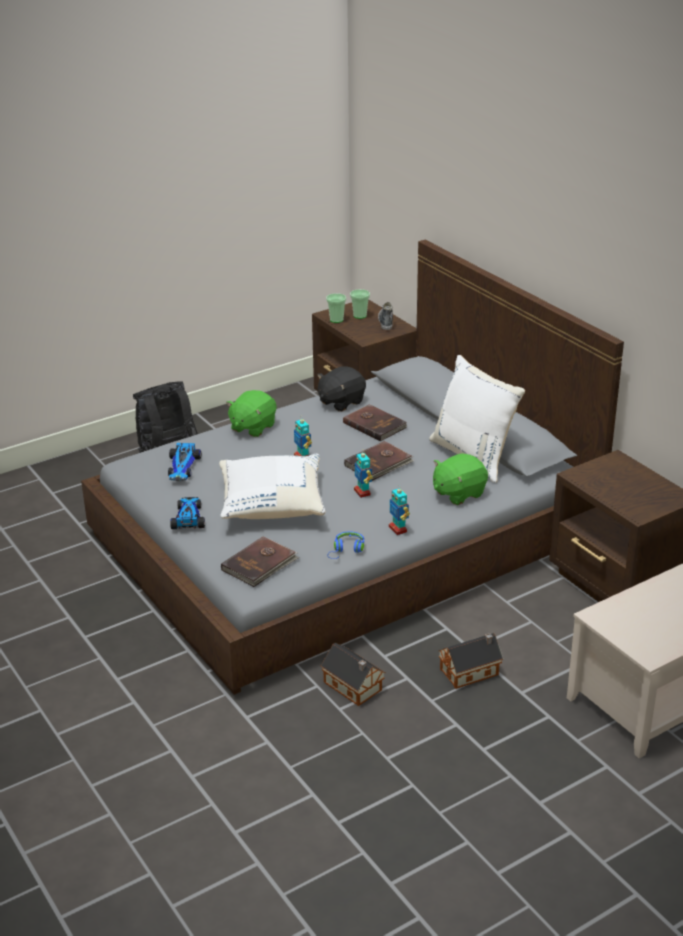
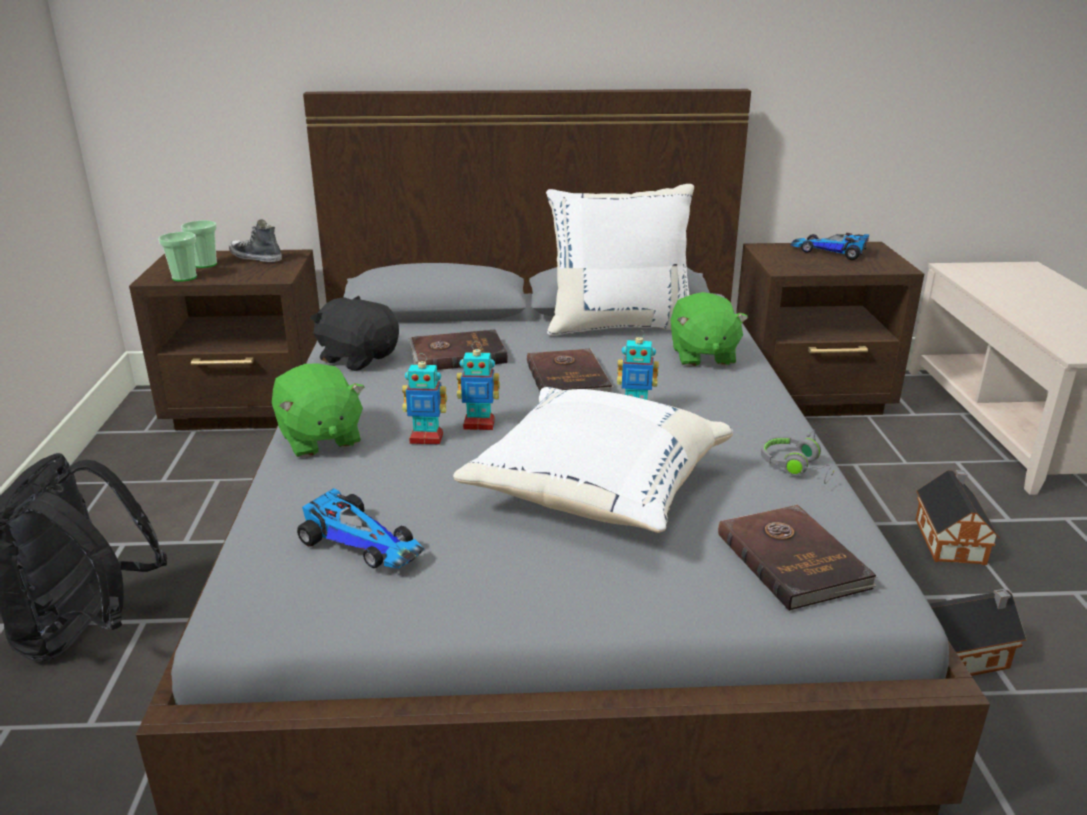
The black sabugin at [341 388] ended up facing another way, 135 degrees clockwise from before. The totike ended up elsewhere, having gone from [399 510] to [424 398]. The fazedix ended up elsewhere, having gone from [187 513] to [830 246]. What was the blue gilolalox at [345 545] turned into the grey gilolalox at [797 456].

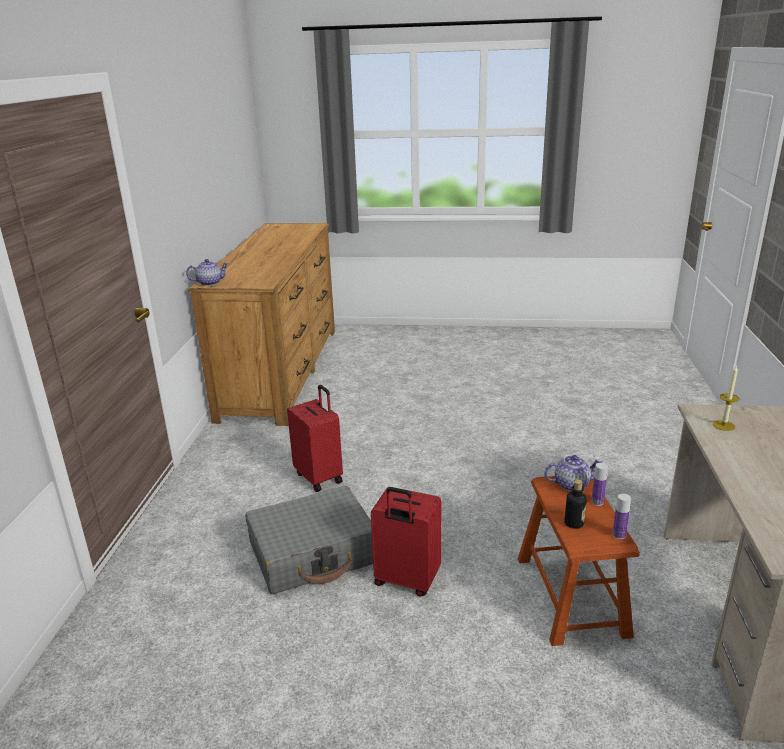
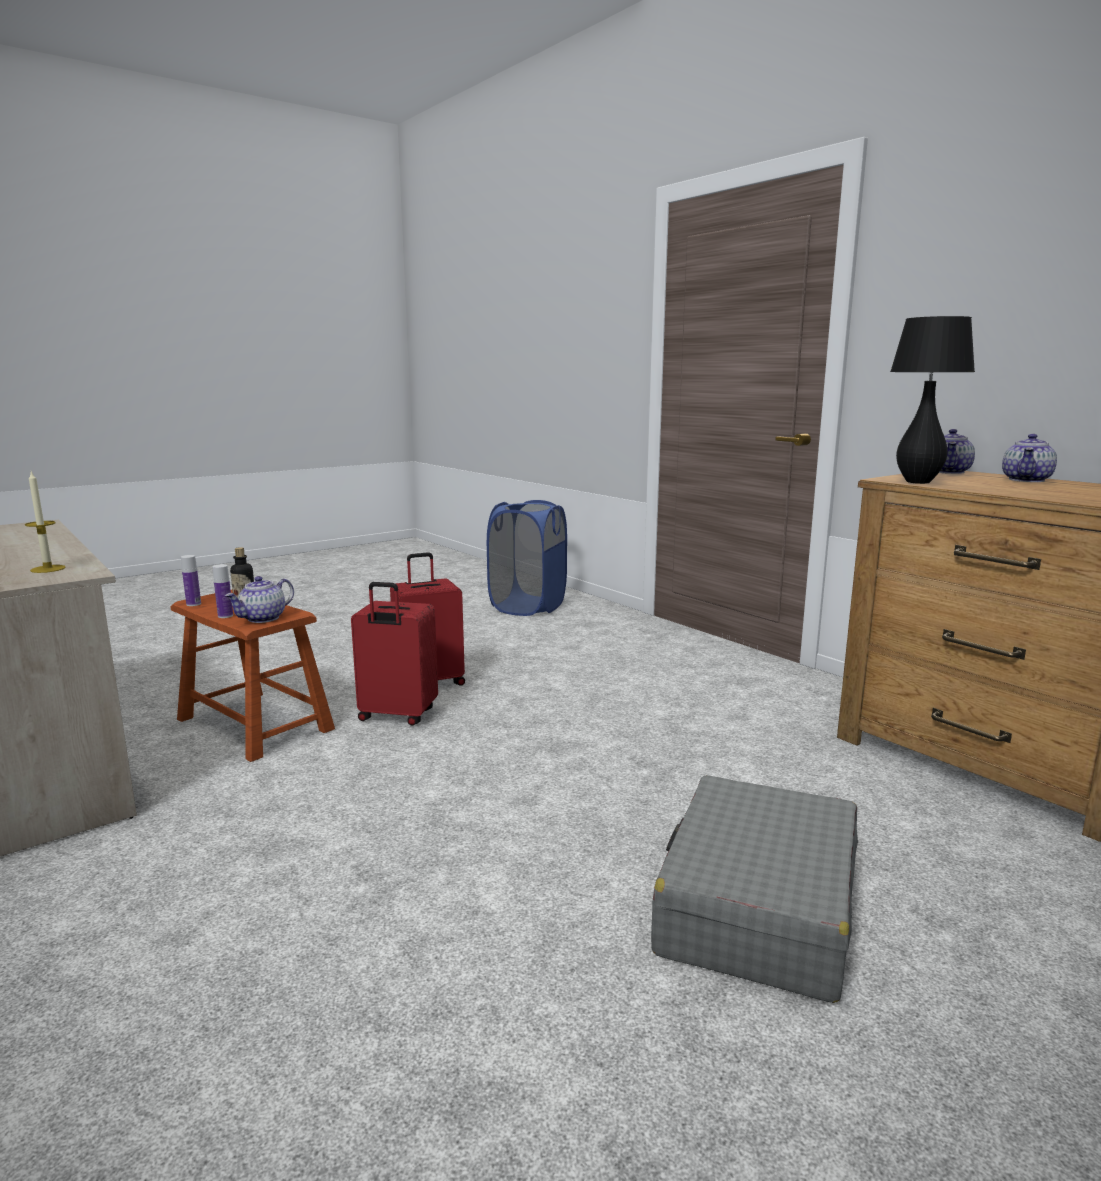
The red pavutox ended up elsewhere, having gone from [315 438] to [394 654]. The grey pavutox ended up elsewhere, having gone from [309 540] to [754 889]. The second view gained the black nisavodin at [932 400]. The second view gained the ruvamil at [1029 458]. The second view gained the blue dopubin at [527 558].

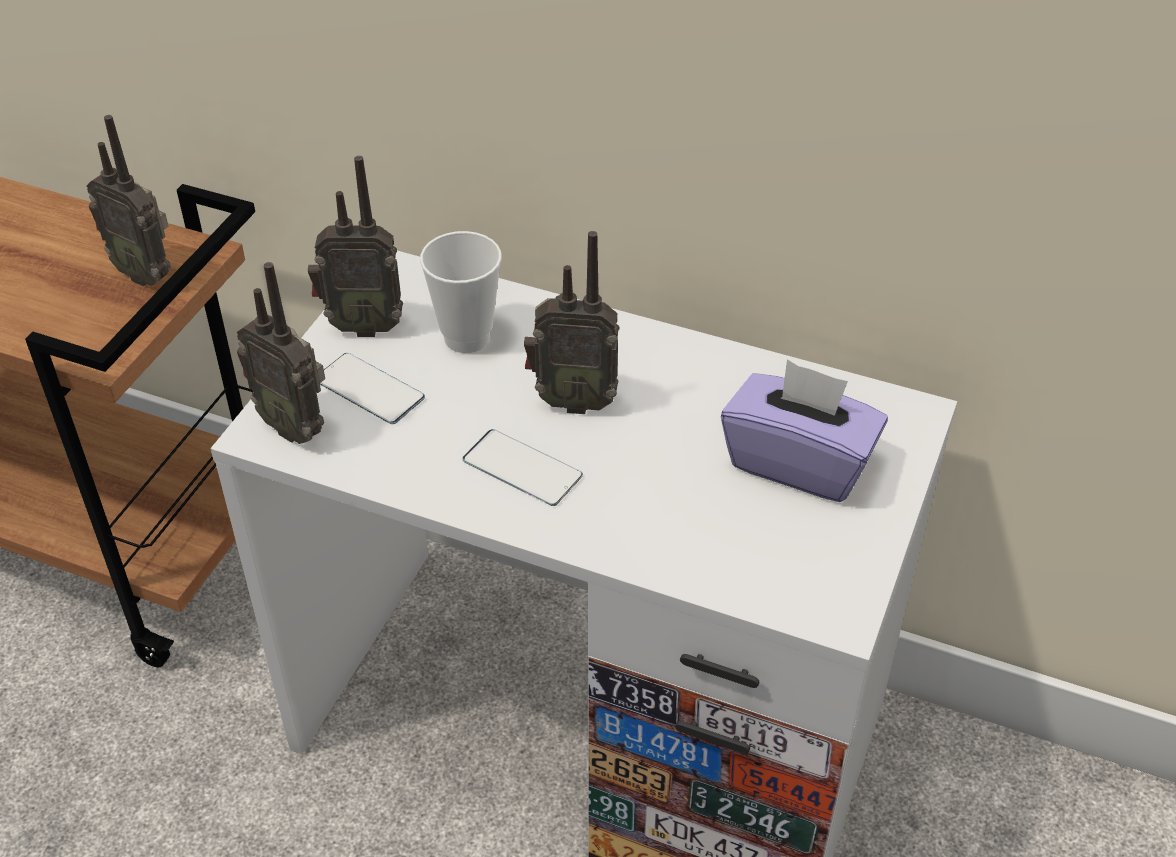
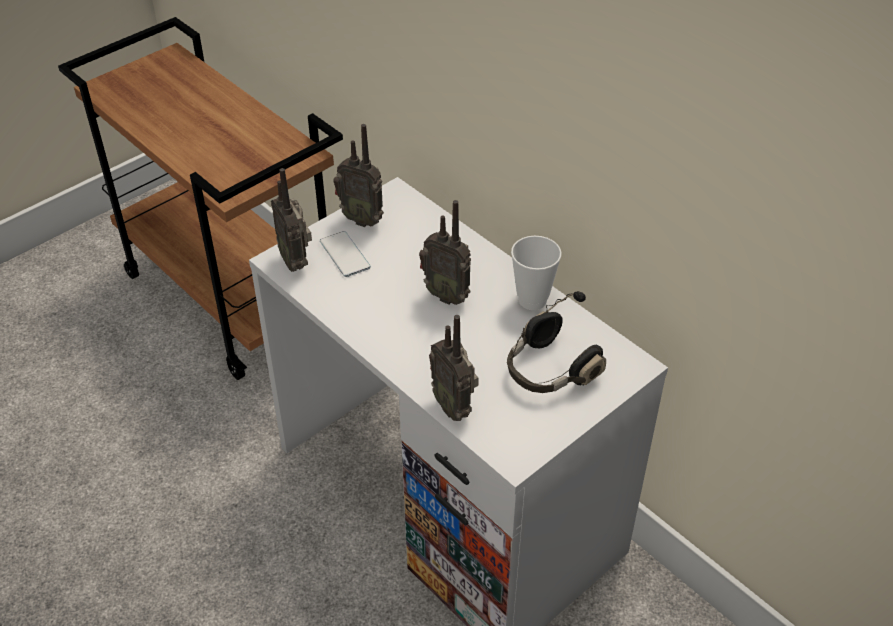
The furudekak ended up elsewhere, having gone from [129 201] to [454 368]. The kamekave ended up elsewhere, having gone from [461 292] to [536 273]. Where the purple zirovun stood at [804 430], the black gilolalox came to stand at [556 342]. The second view lost the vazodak at [522 467].

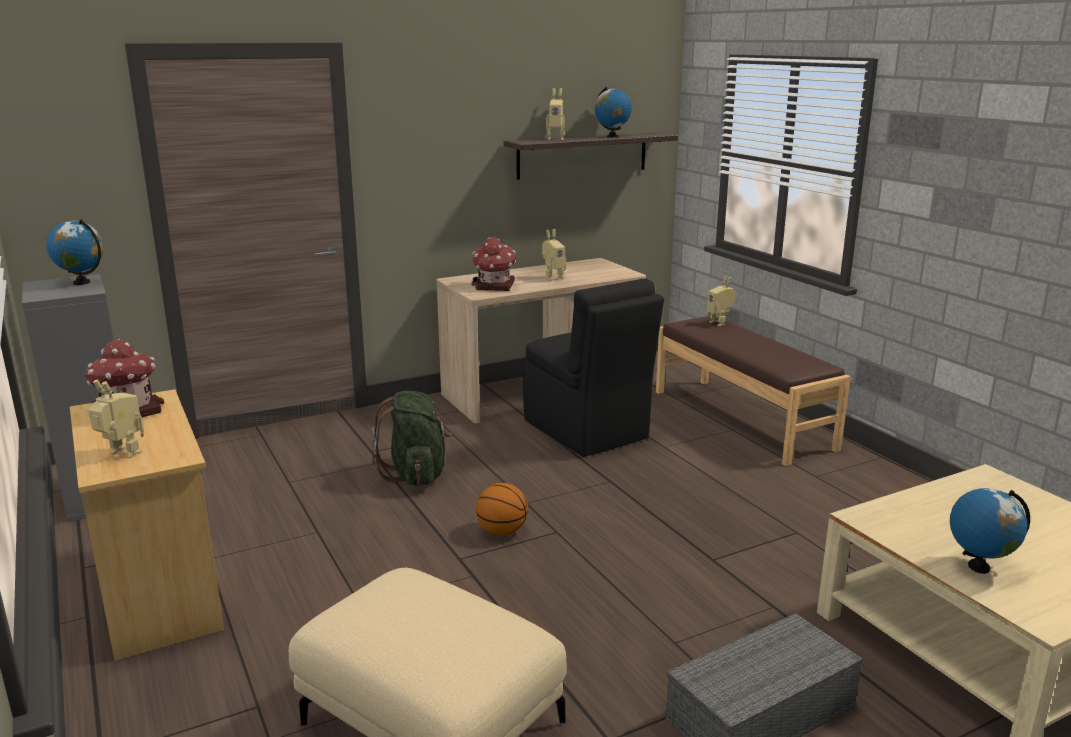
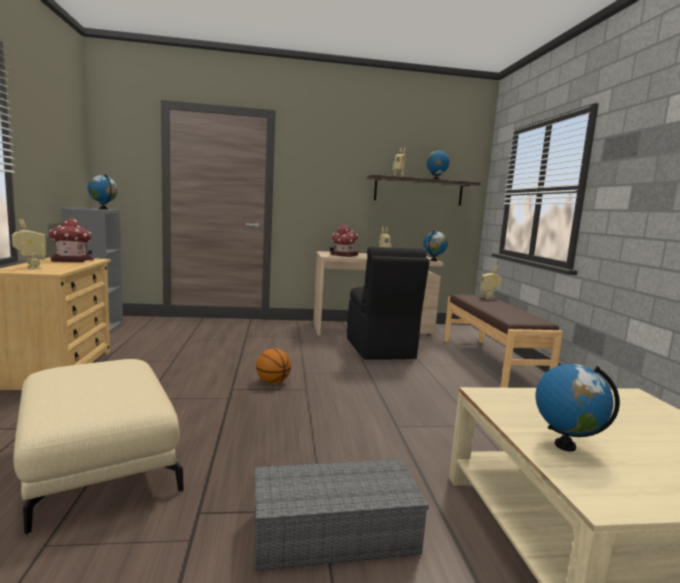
The second view lost the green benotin at [412 438]. The second view gained the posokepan at [436 245].

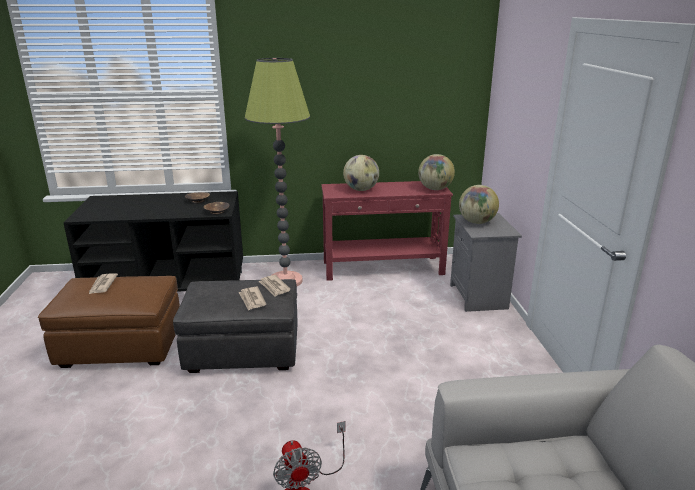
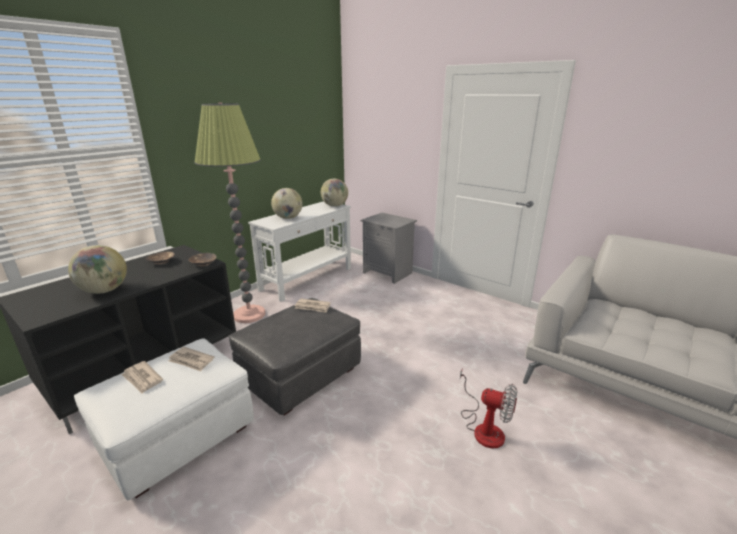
What was the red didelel at [387 231] turned into the white didelel at [299 251]. The posokepan ended up elsewhere, having gone from [479 204] to [97 269]. What was the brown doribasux at [109 322] turned into the white doribasux at [164 419]. The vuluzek ended up elsewhere, having gone from [252 299] to [191 359].

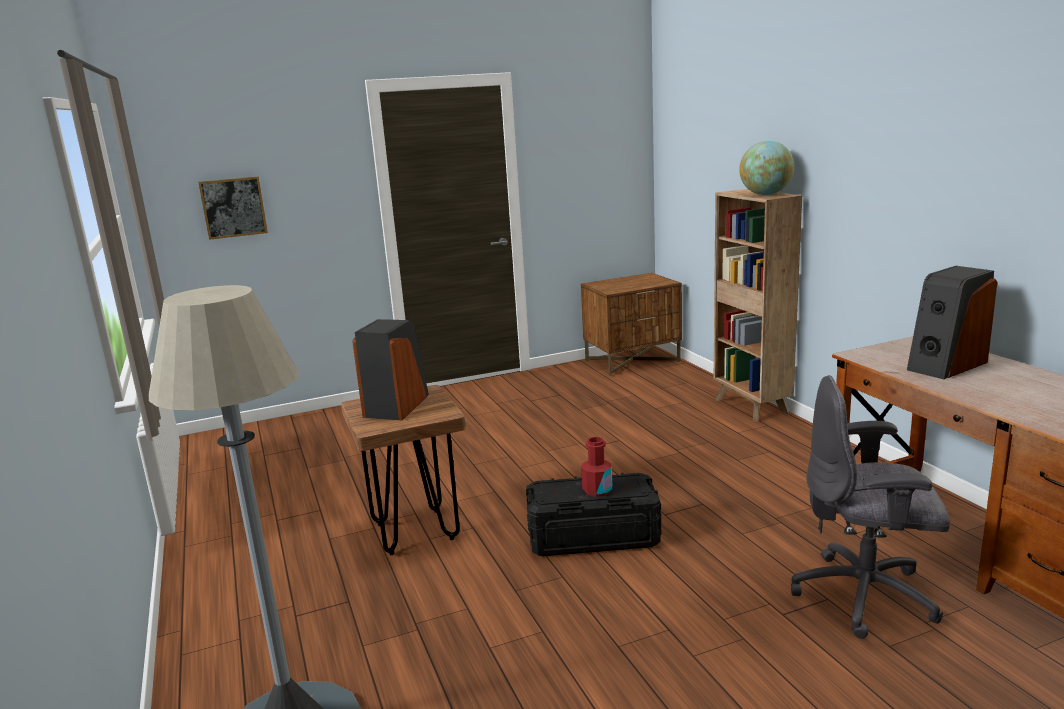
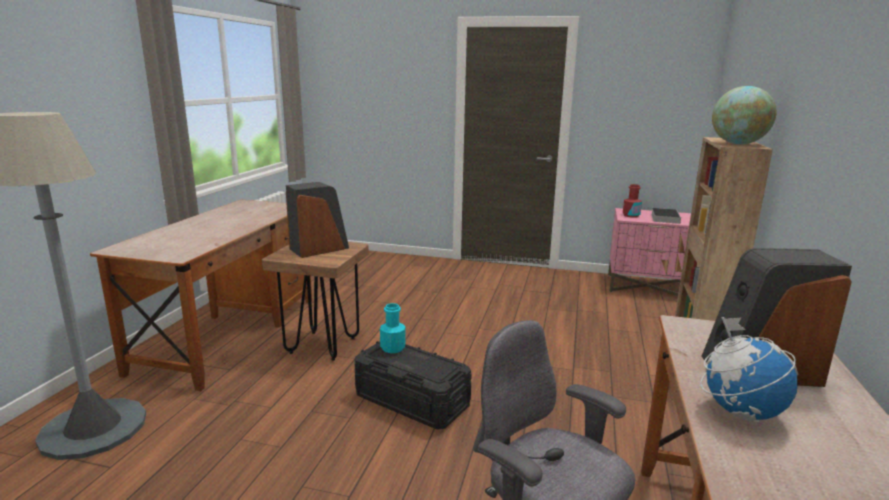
The second view lost the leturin at [233 208]. What was the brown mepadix at [631 324] turned into the pink mepadix at [649 252]. The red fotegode ended up elsewhere, having gone from [596 467] to [632 201]. The second view gained the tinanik at [201 295]. The second view gained the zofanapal at [666 216]. The second view gained the turquoise fotegode at [393 328]. The second view gained the posokepan at [749 369].

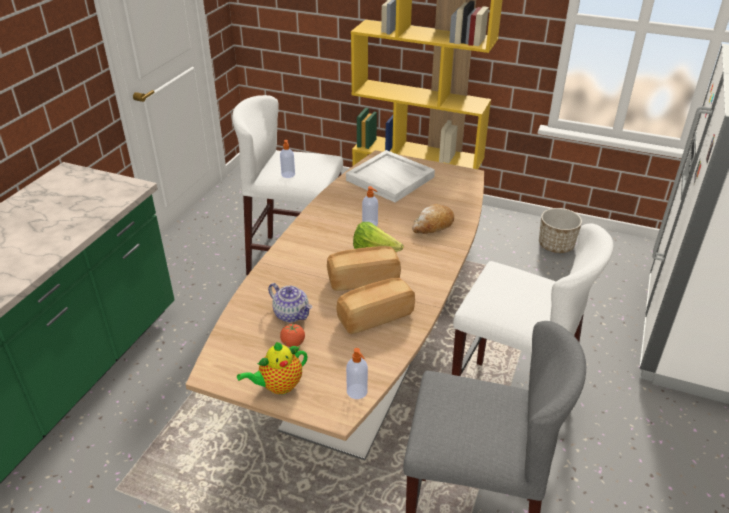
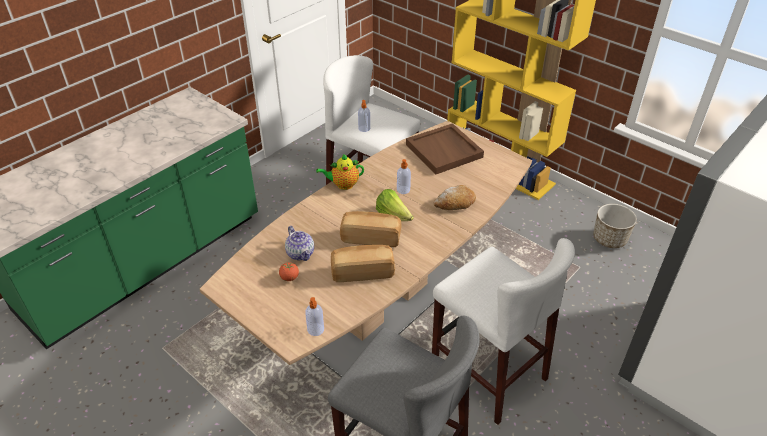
What was the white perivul at [390 176] turned into the brown perivul at [445 149]. The ruvamil ended up elsewhere, having gone from [272 368] to [340 172].

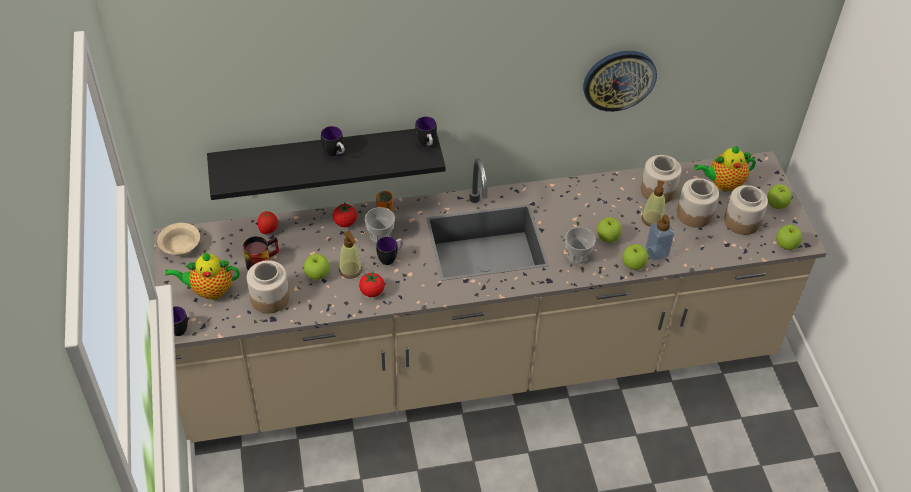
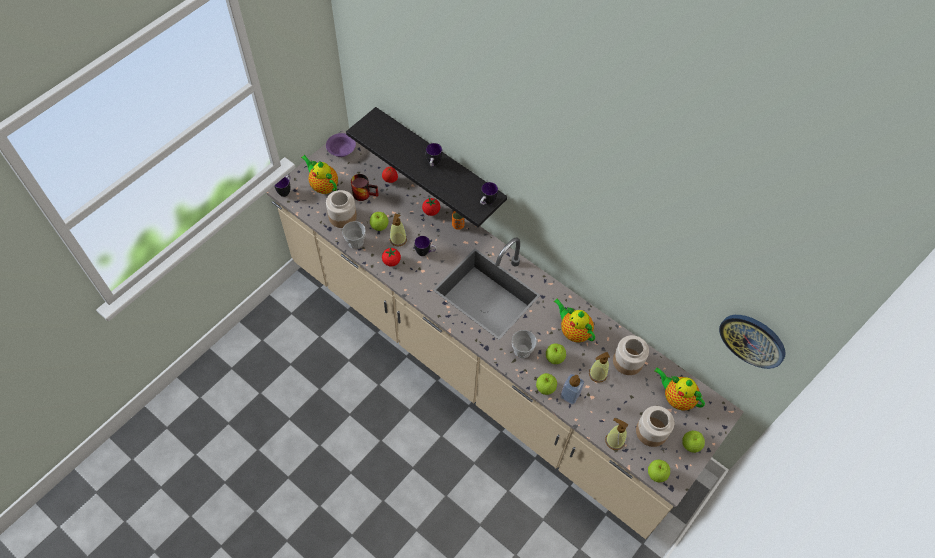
The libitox ended up elsewhere, having gone from [620 81] to [752 342]. The second view lost the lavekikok at [698 203]. The kamekave ended up elsewhere, having gone from [380 225] to [354 235]. What was the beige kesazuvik at [178 239] turned into the purple kesazuvik at [341 145]. The second view gained the ruvamil at [574 321]. The second view gained the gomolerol at [616 434].

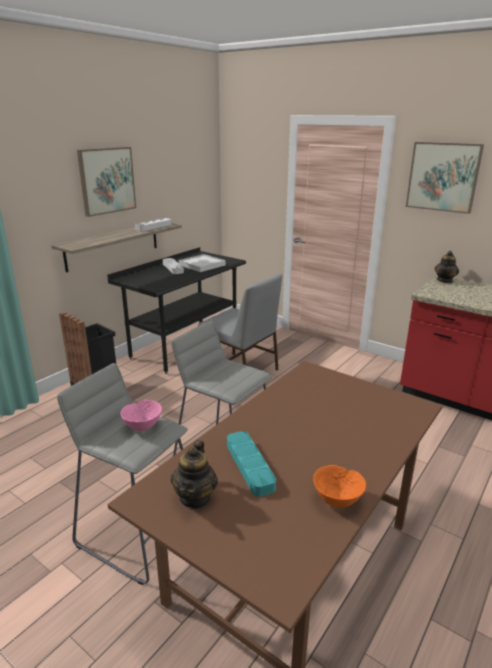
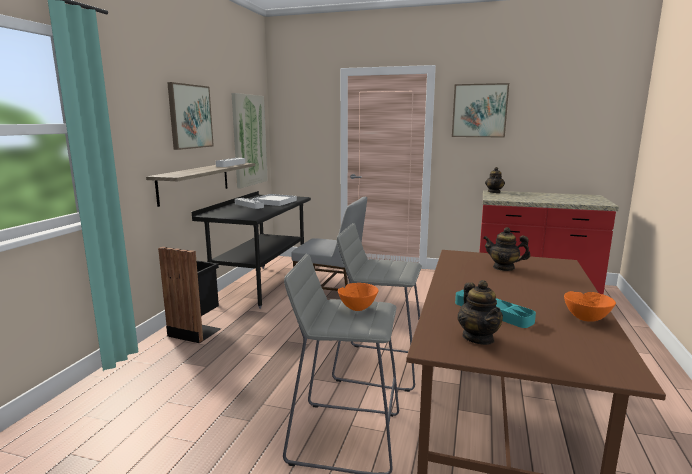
What was the pink kesazuvik at [141 415] turned into the orange kesazuvik at [358 297]. The second view gained the leturin at [250 140]. The second view gained the ruvamil at [506 249].

